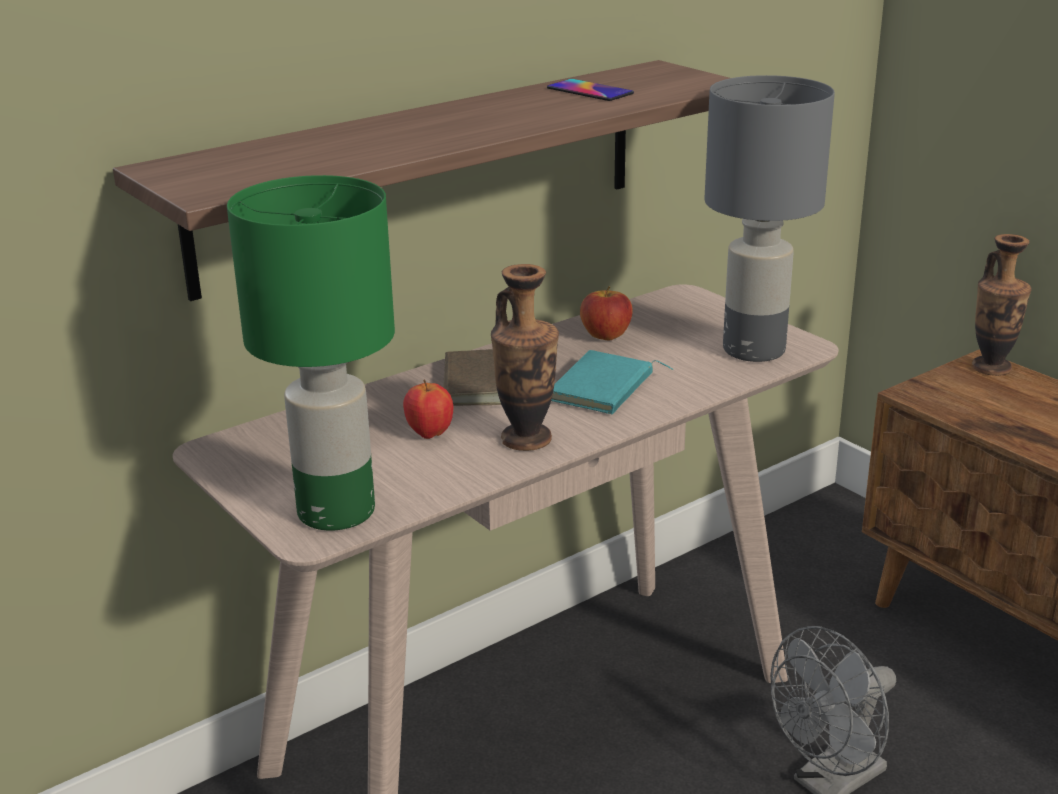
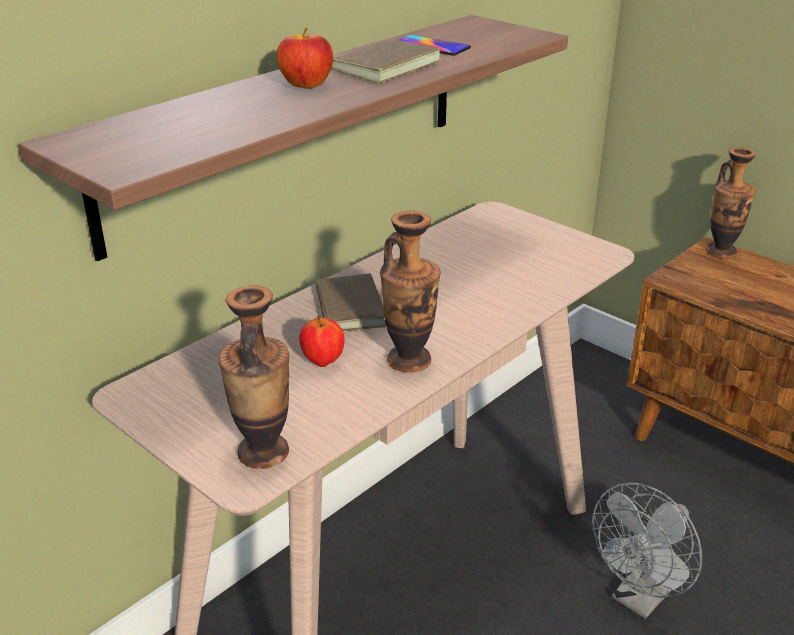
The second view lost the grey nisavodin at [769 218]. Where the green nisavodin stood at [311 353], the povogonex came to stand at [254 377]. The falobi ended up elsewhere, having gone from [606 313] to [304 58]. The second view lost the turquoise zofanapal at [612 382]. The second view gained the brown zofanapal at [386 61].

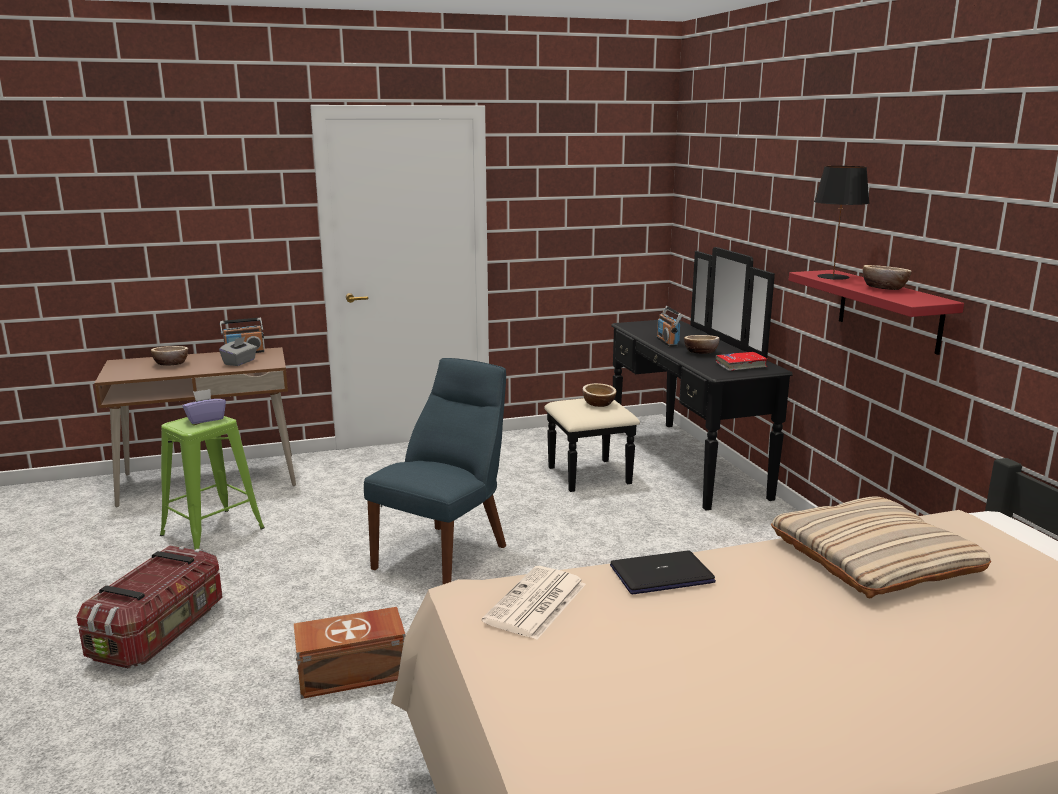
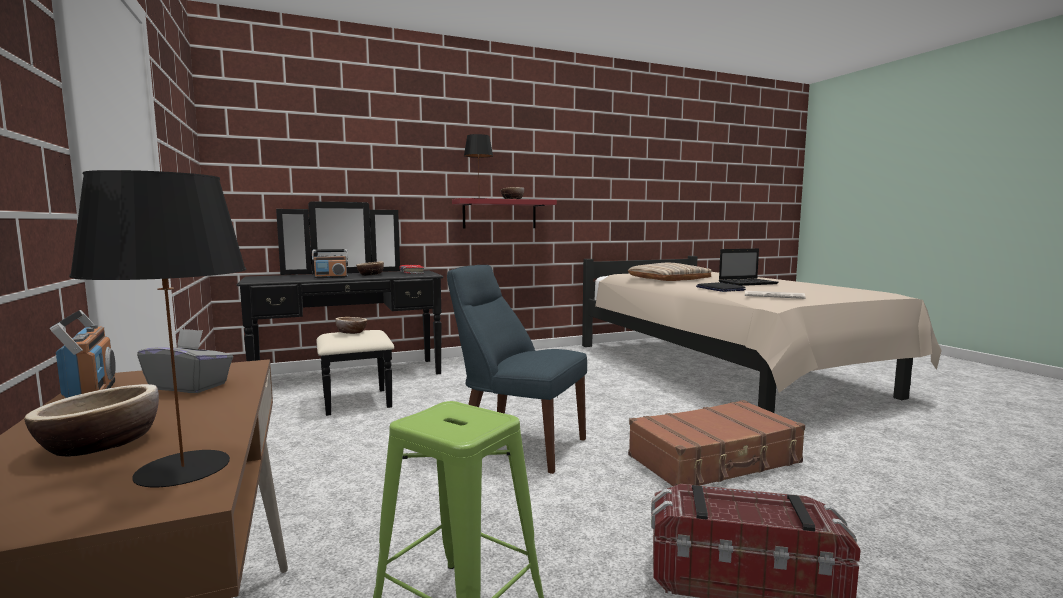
The second view lost the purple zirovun at [204 406]. Where the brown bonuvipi stood at [350 653], the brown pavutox came to stand at [716 443]. The second view gained the black nisavodin at [158 328]. The second view gained the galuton at [749 267].

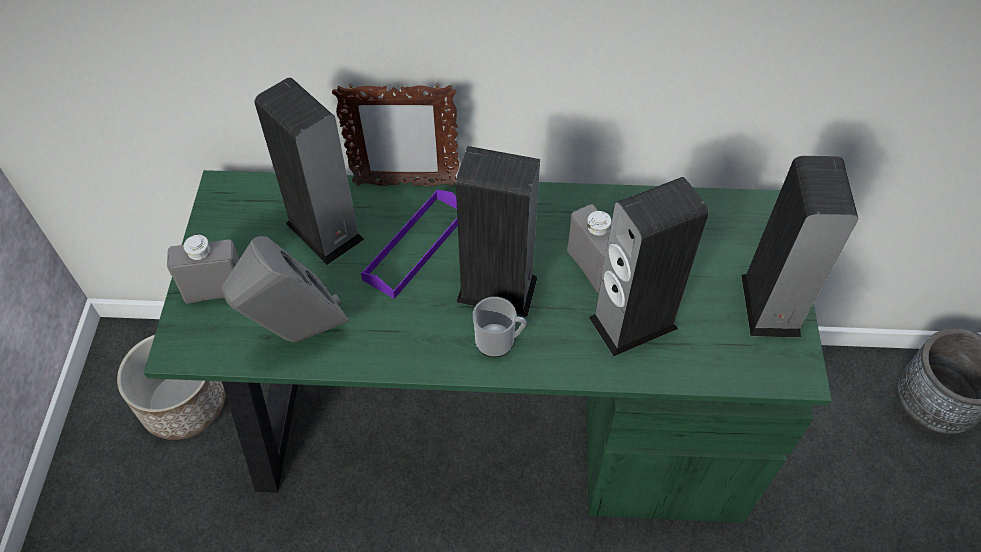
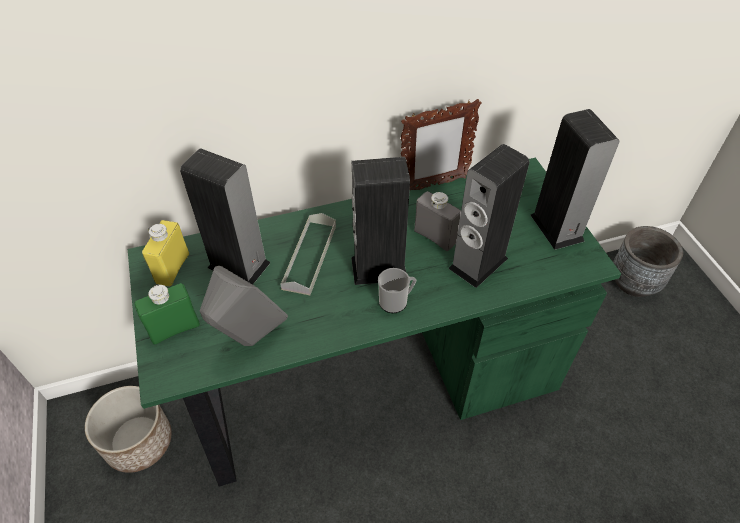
The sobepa ended up elsewhere, having gone from [395 135] to [441 144]. What was the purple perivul at [409 244] turned into the grey perivul at [308 254]. What was the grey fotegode at [203 269] turned into the green fotegode at [167 314]. The second view gained the yellow fotegode at [165 253].

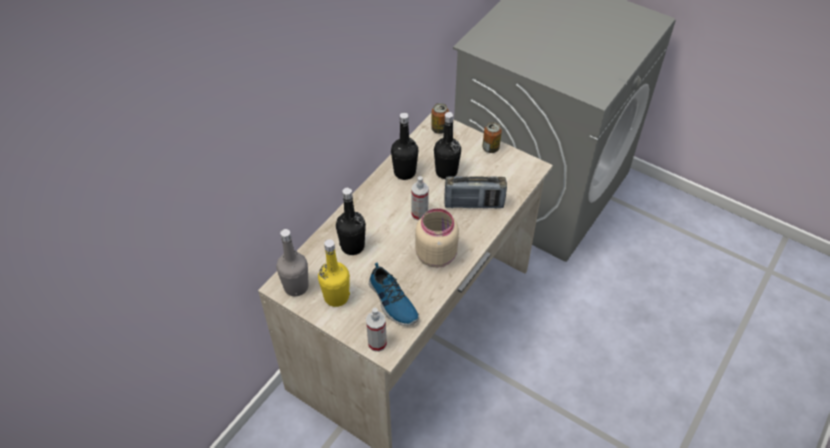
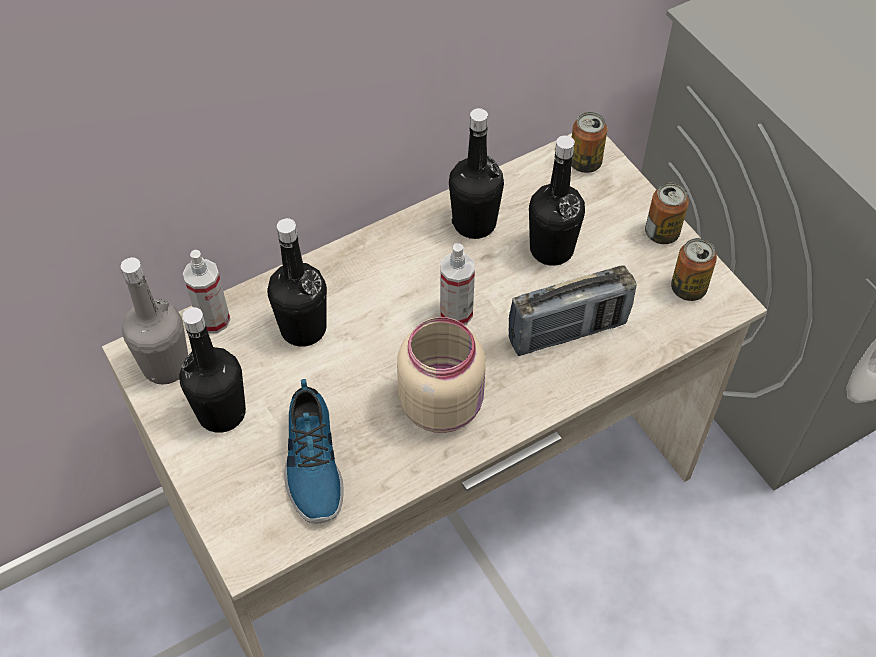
The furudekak at [475 192] ended up facing another way, 45 degrees counterclockwise from before. What was the yellow fotegode at [334 273] turned into the black fotegode at [212 370]. The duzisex ended up elsewhere, having gone from [376 330] to [206 291]. The second view gained the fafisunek at [694 269].

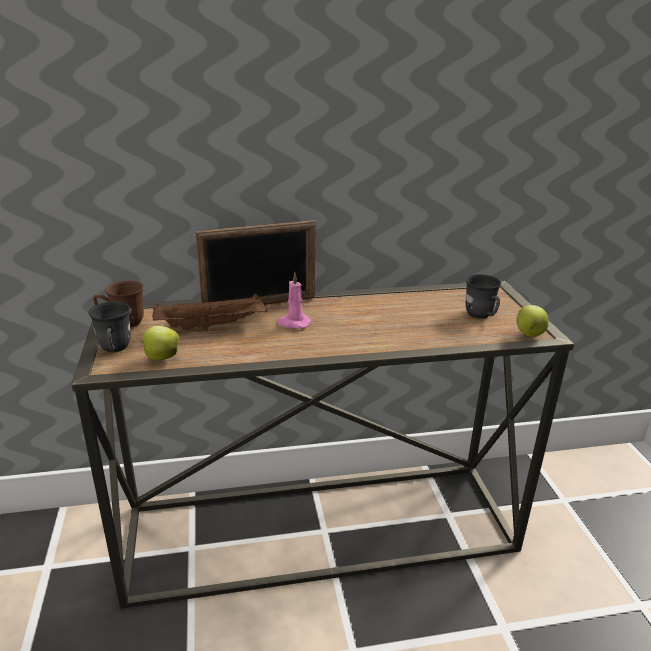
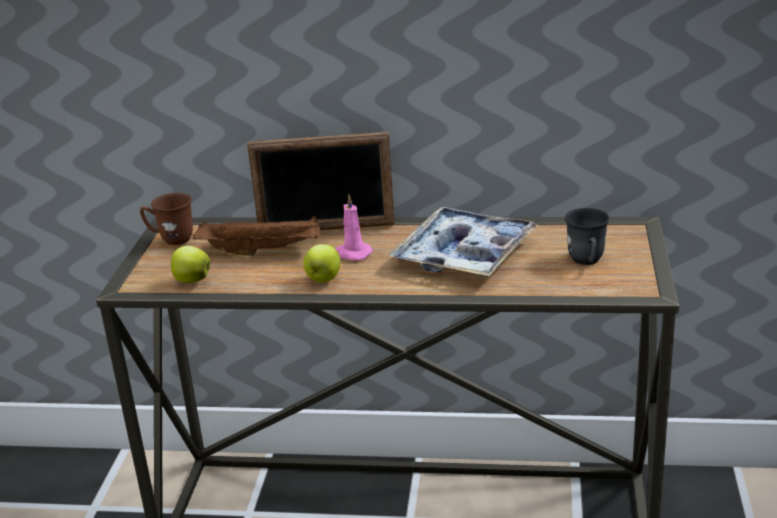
The second view lost the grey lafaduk at [110 326]. The falobi ended up elsewhere, having gone from [533 321] to [322 263]. The second view gained the perivul at [463 242].

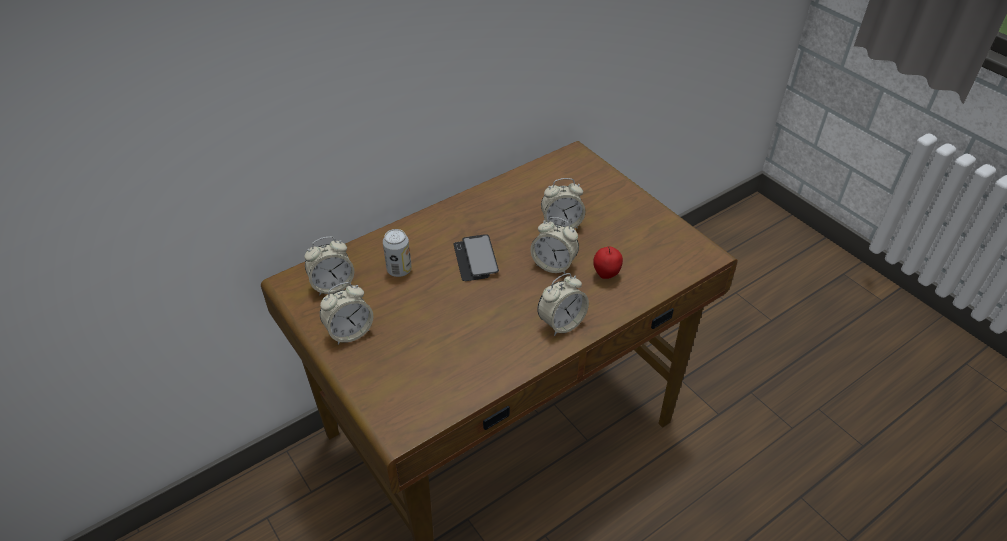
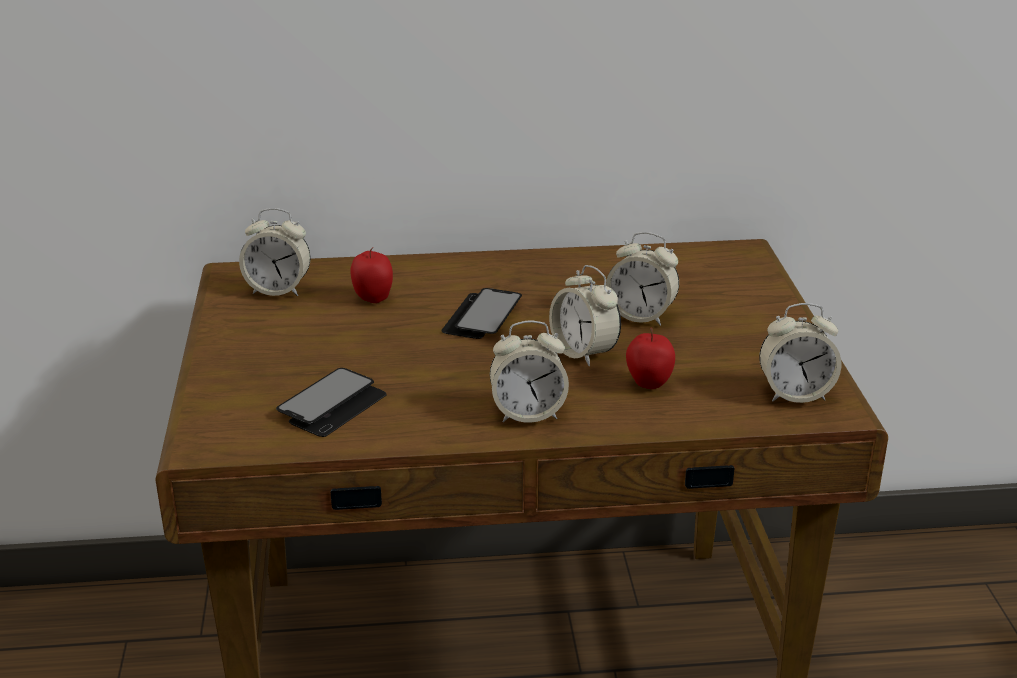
Where the fafisunek stood at [397 253], the falobi came to stand at [371 275]. The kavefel ended up elsewhere, having gone from [346 313] to [800 353]. The second view gained the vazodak at [331 402].

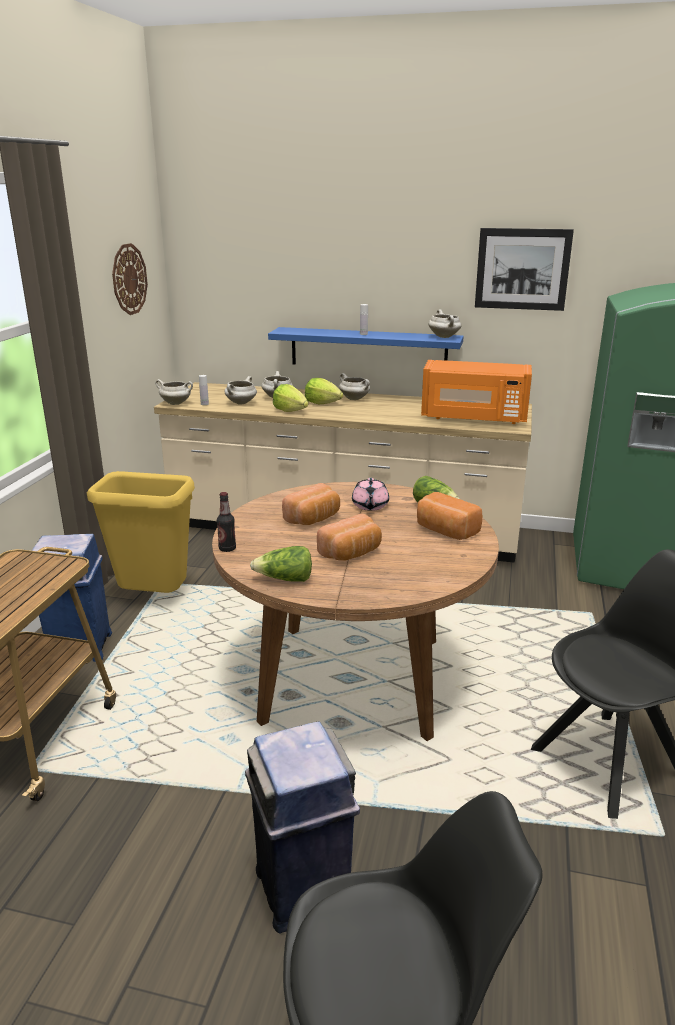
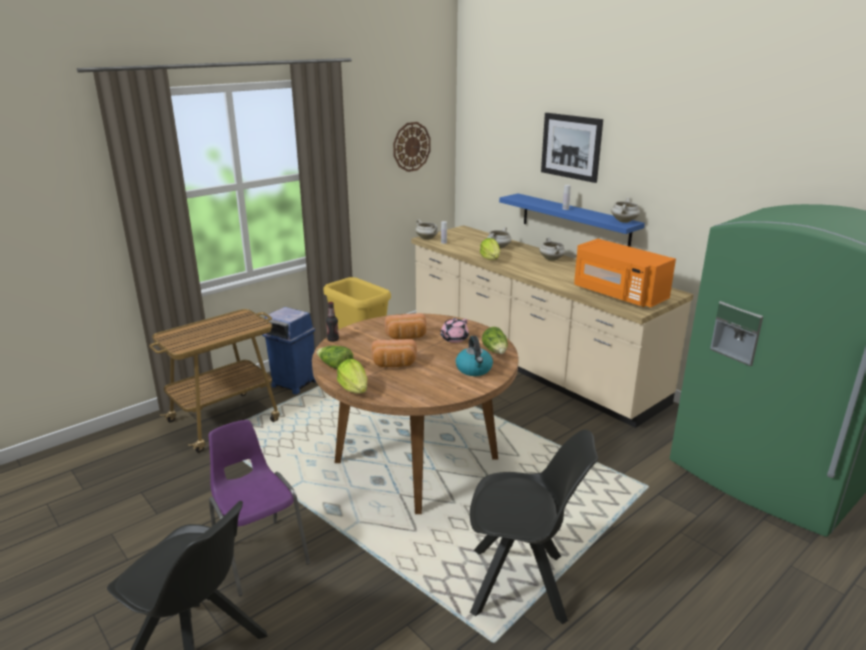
The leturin ended up elsewhere, having gone from [524 269] to [572 148]. The second view lost the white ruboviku at [240 390]. The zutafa ended up elsewhere, having gone from [324 391] to [352 376]. Where the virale stood at [449 516], the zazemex came to stand at [474 356]. Where the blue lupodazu stood at [302 828], the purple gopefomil came to stand at [259 508].

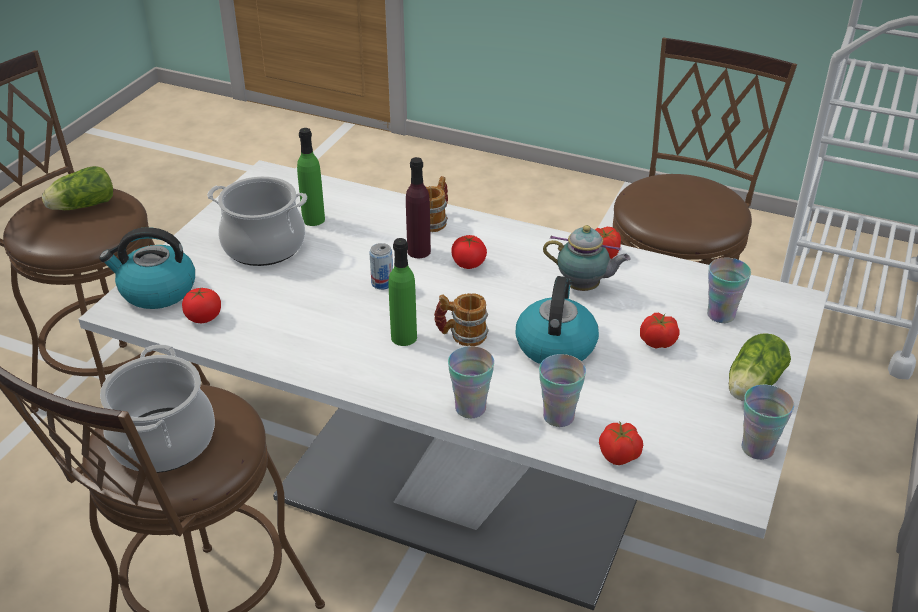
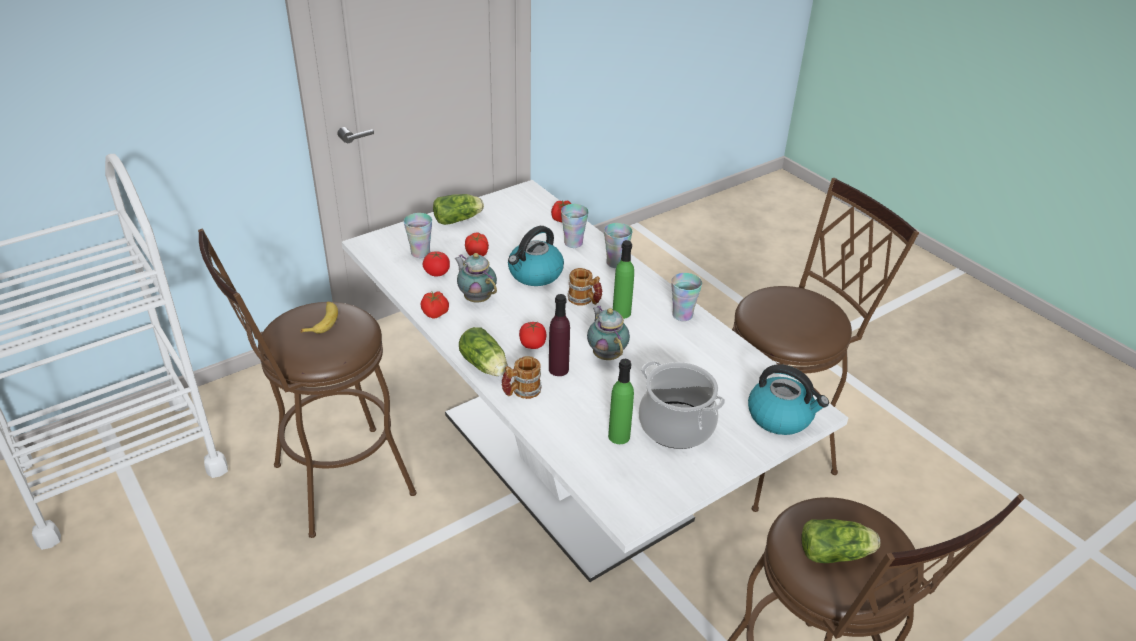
Where the fafisunek stood at [381 266], the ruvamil came to stand at [608 332]. The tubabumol ended up elsewhere, having gone from [201 305] to [436 264]. The second view lost the ruboviku at [157 409]. The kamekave ended up elsewhere, having gone from [768 422] to [687 297]. The second view gained the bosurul at [319 317]. The second view gained the zutafa at [483 351].

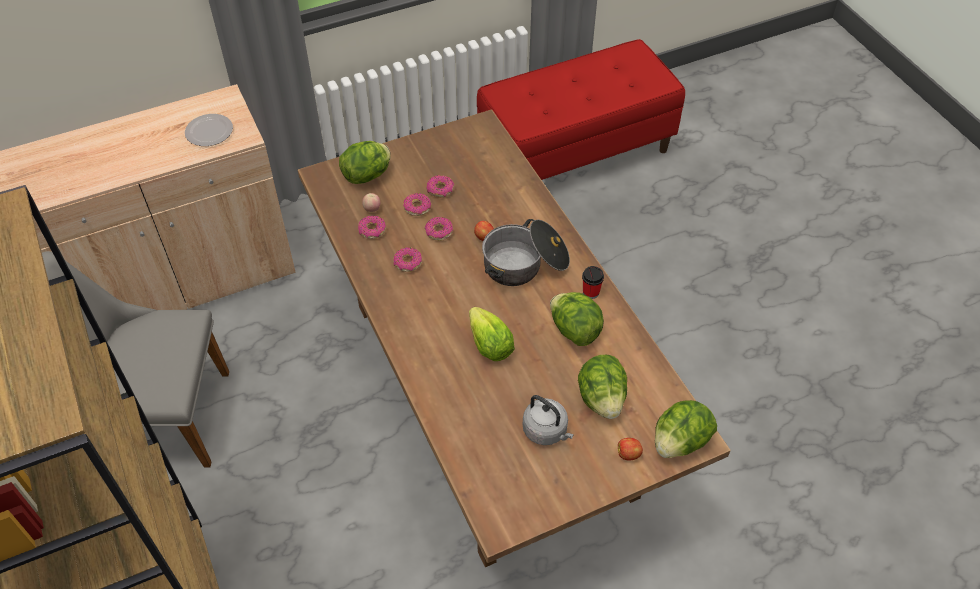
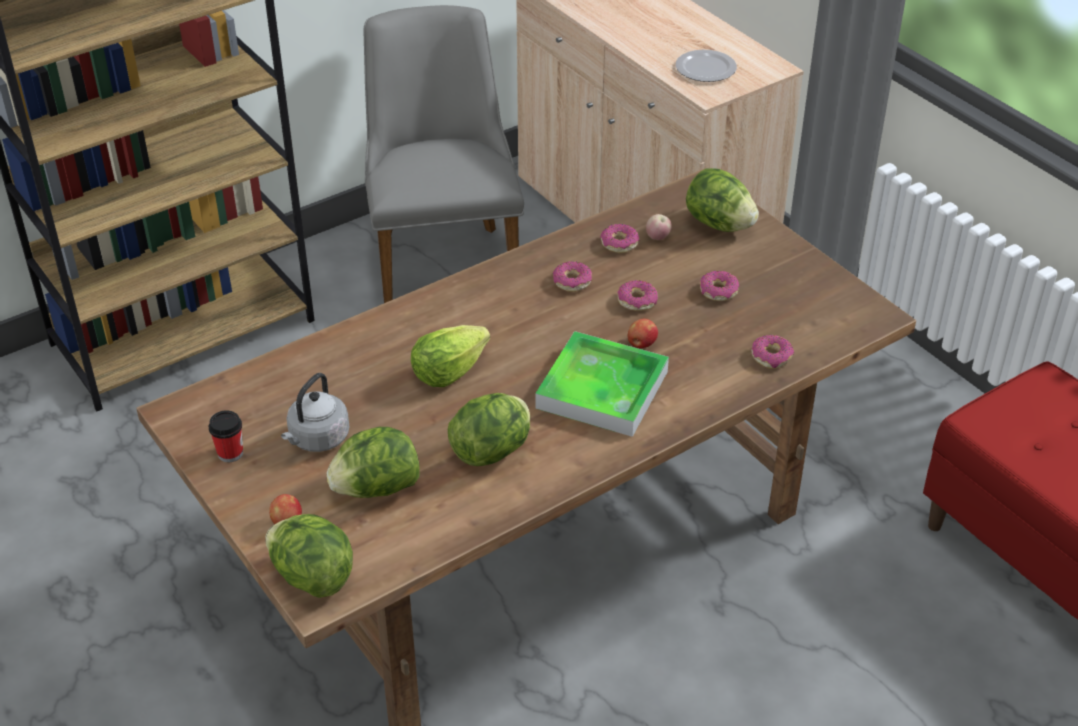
The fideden ended up elsewhere, having gone from [417 204] to [773 352]. Where the ruboviku stood at [526 252], the perivul came to stand at [602 384]. The kamekave ended up elsewhere, having gone from [593 282] to [226 436].

